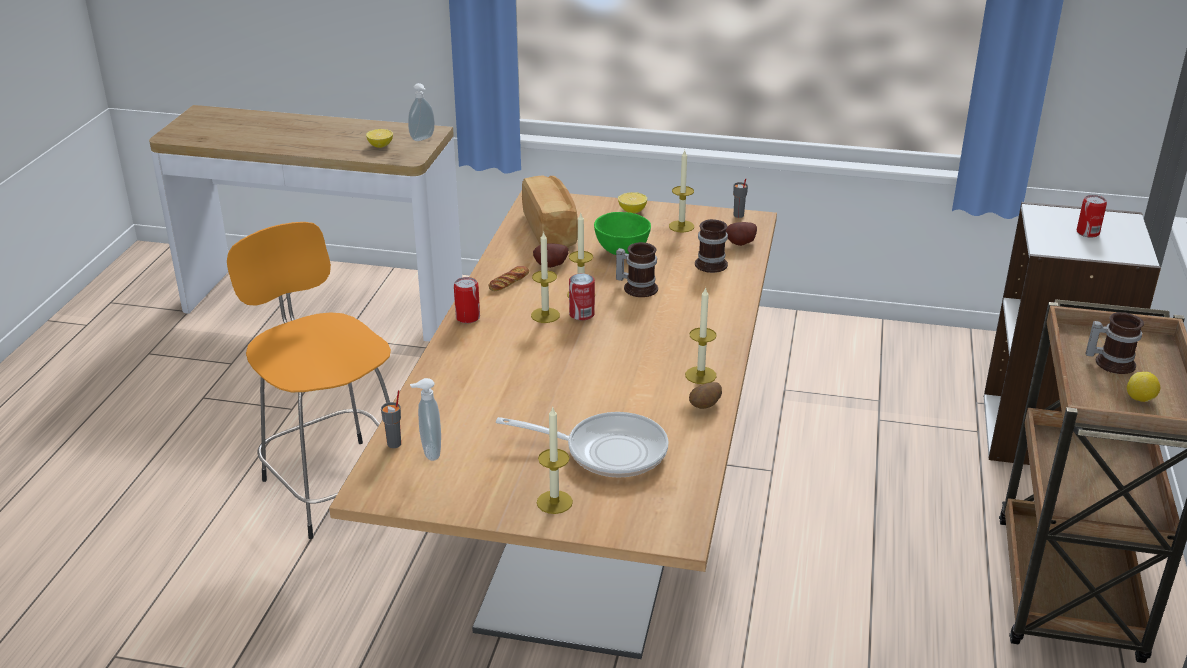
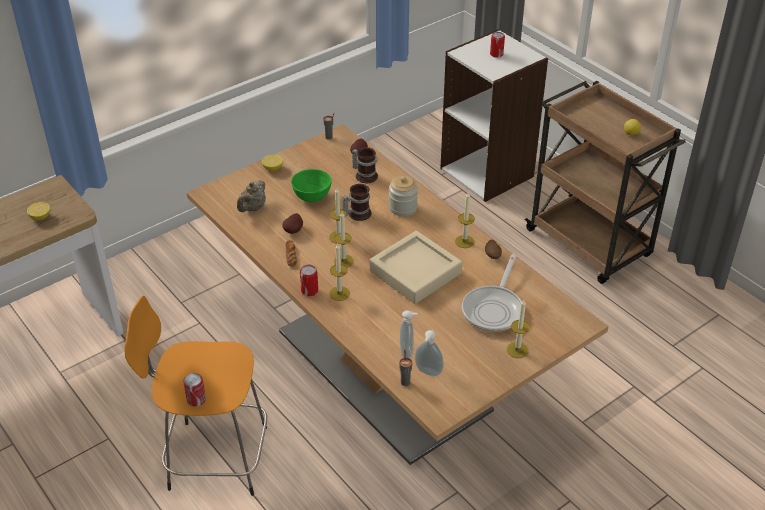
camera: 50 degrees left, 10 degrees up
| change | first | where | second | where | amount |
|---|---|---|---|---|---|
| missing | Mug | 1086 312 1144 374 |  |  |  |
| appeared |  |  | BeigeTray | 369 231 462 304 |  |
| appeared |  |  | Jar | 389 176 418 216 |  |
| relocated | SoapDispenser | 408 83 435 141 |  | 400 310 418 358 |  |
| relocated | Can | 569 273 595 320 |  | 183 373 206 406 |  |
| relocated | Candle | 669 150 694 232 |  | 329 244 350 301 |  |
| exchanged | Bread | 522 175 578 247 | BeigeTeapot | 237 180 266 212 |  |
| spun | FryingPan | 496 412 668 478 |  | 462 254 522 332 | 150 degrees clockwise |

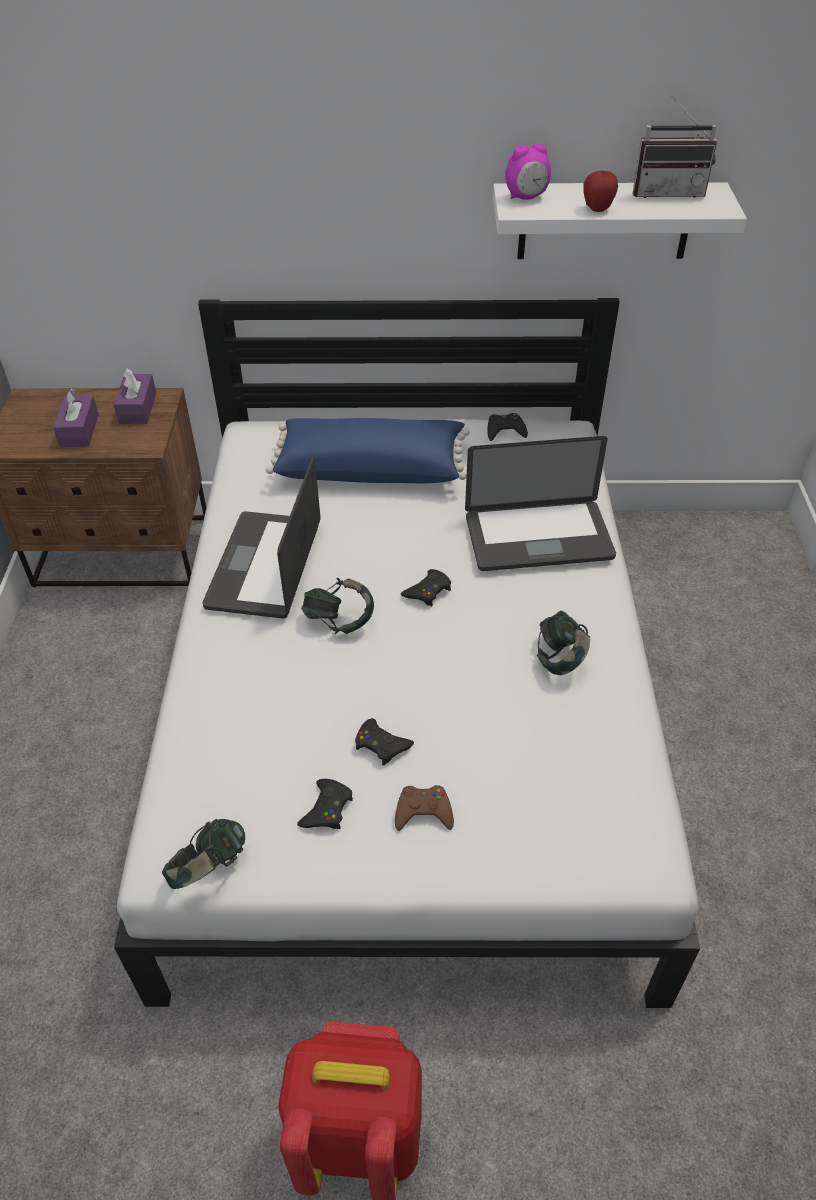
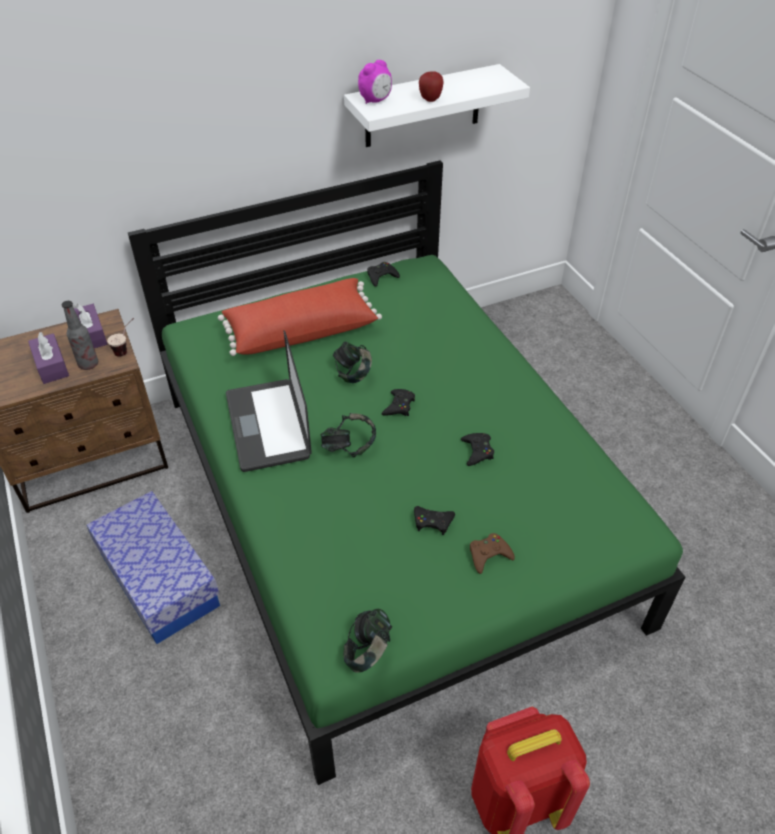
camera: 25 degrees left, 0 degrees up
| change | first | where | second | where | amount |
|---|---|---|---|---|---|
| missing | Laptop | 465 436 616 571 |  |  |  |
| missing | Radio | 632 96 717 198 |  |  |  |
| appeared |  |  | Bottle | 62 301 98 370 |  |
| appeared |  |  | StorageBox | 86 491 220 644 |  |
| appeared |  |  | Cup | 107 318 134 357 |  |
| relocated | BlackGameController | 297 779 353 829 |  | 461 433 494 466 |  |
| relocated | Headphones | 537 610 590 675 |  | 333 342 372 383 |  |
| colour | WhiteBed | 114 298 700 1008 | GreenBed | 128 160 685 785 |  |
| colour | BluePillow | 266 418 470 483 | RedPillow | 218 278 382 356 |  |

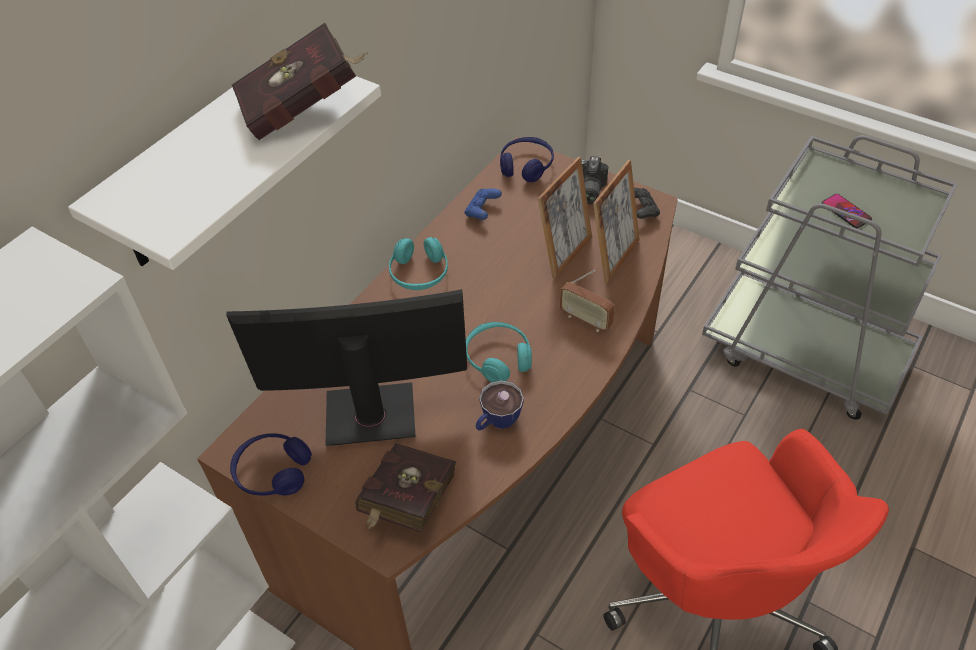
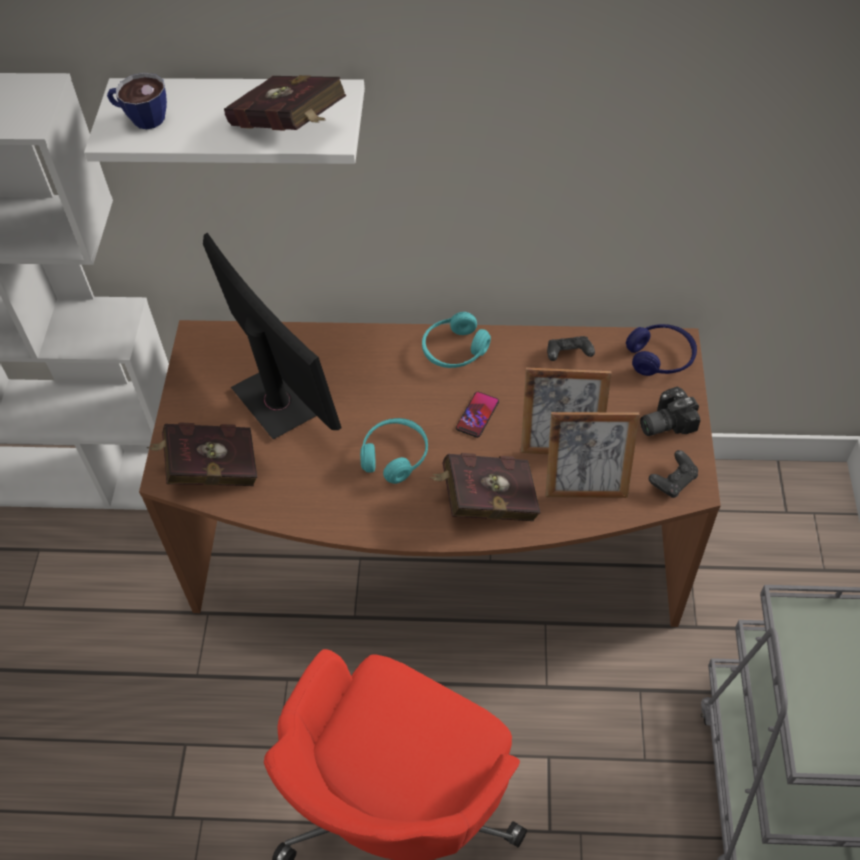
camera: 60 degrees right, 5 degrees up
| change | first | where | second | where | amount |
|---|---|---|---|---|---|
| missing | BlueHeadphones | 230 433 312 496 |  |  |  |
| relocated | Cup | 475 380 524 431 |  | 107 73 167 129 |  |
| relocated | Phone | 822 194 872 228 |  | 456 392 499 438 |  |
| exchanged | Radio | 560 270 615 332 | RedBook | 430 453 541 521 |  |
| colour | BlueGameController | 464 188 502 220 | BlackGameController | 547 336 595 361 |  |

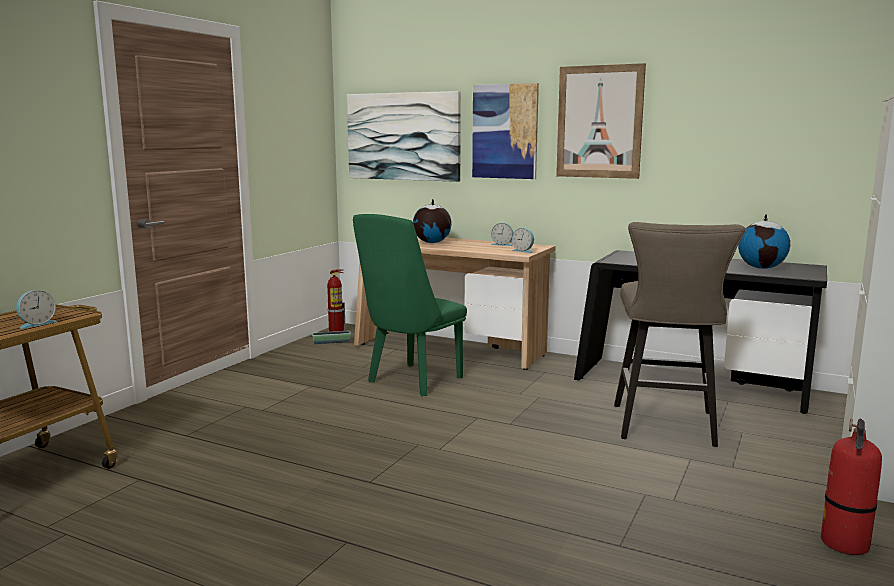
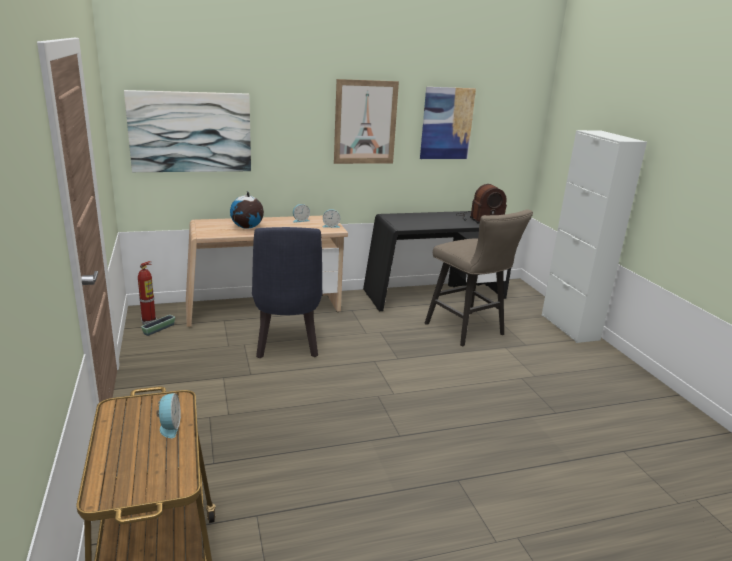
camera: 45 degrees left, 10 degrees up
| change | first | where | second | where | amount |
|---|---|---|---|---|---|
| missing | FireExtinguisher | 821 419 882 555 |  |  |  |
| relocated | Picture | 472 83 539 179 |  | 420 87 476 159 |  |
| exchanged | Globe | 738 214 790 269 | Radio | 456 184 507 223 |  |
| colour | GreenChair | 353 214 467 396 | BlueChair | 252 227 323 358 |  |

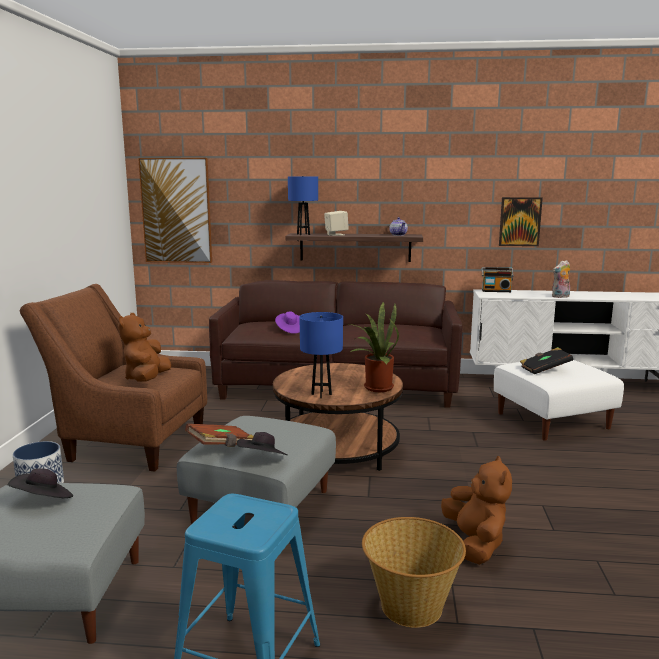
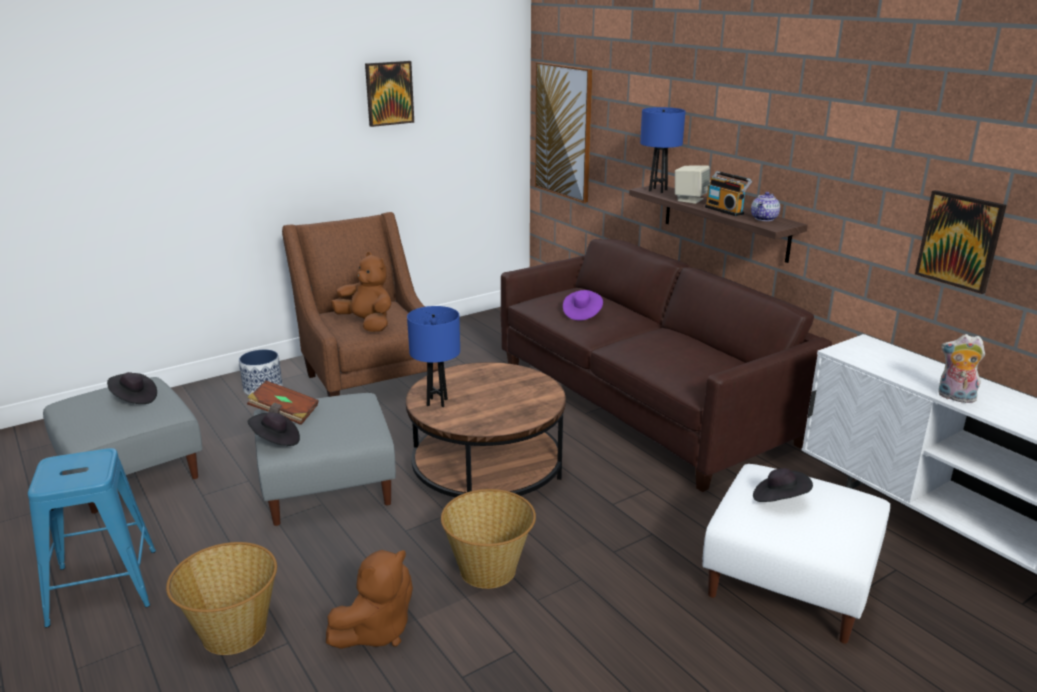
camera: 50 degrees right, 10 degrees up
| change | first | where | second | where | amount |
|---|---|---|---|---|---|
| missing | PottedPlant | 349 302 399 392 |  |  |  |
| appeared |  |  | Picture | 365 61 414 127 |  |
| appeared |  |  | Basket | 441 489 536 589 |  |
| relocated | Radio | 482 267 514 292 |  | 705 171 752 216 |  |
| exchanged | BlackBook | 520 347 573 374 | BlackHat | 753 468 813 502 |  |
| spun | BrownPlushToy | 118 313 171 382 |  | 331 252 391 332 | 75 degrees clockwise |

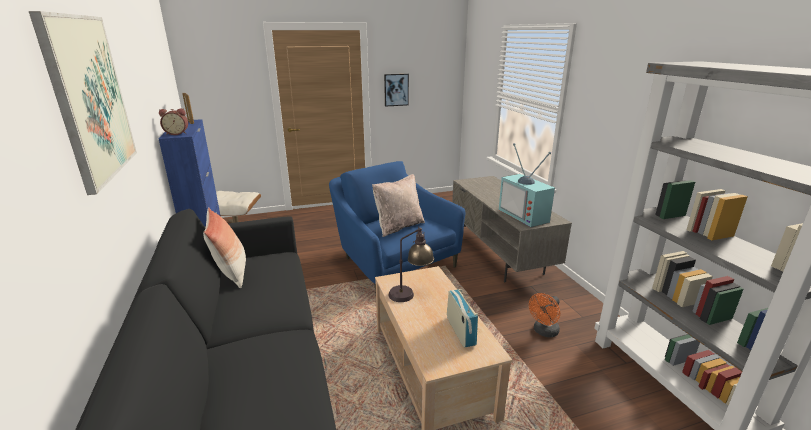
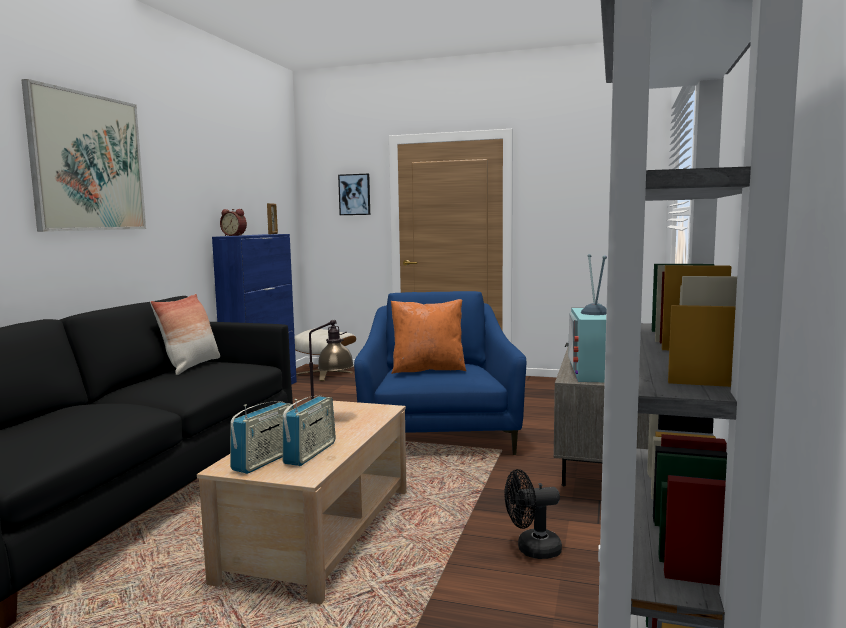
camera: 35 degrees right, 15 degrees down
| change | first | where | second | where | amount |
|---|---|---|---|---|---|
| appeared |  |  | Radio | 230 401 293 474 |  |
| relocated | Picture | 384 74 409 107 |  | 338 174 370 215 |  |
| colour | BeigePillow | 372 174 425 237 | OrangePillow | 391 299 466 374 |  |
| colour | OrangeFan | 529 293 560 337 | BlackFan | 504 469 562 559 |  |

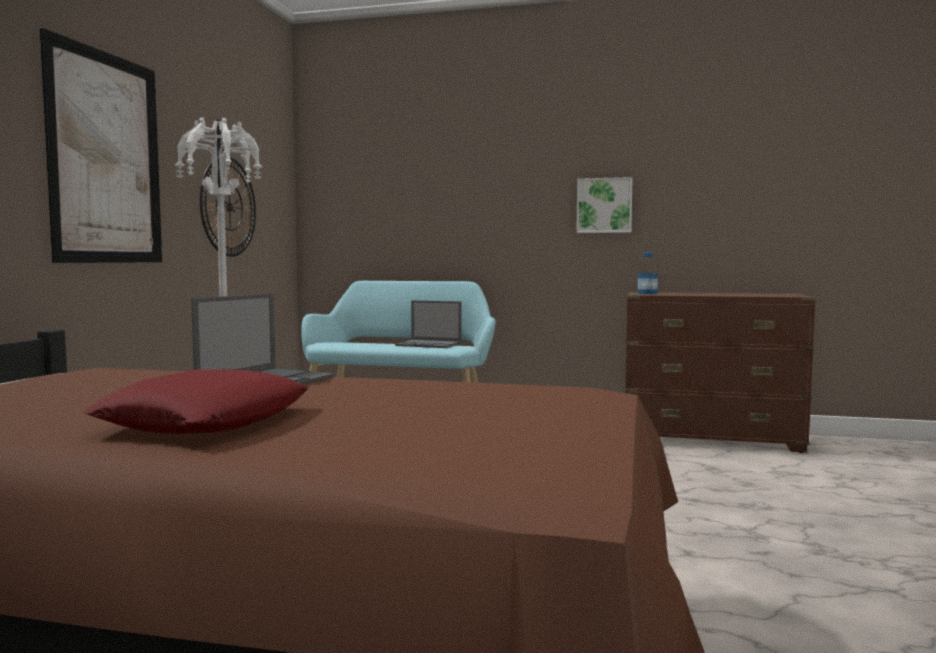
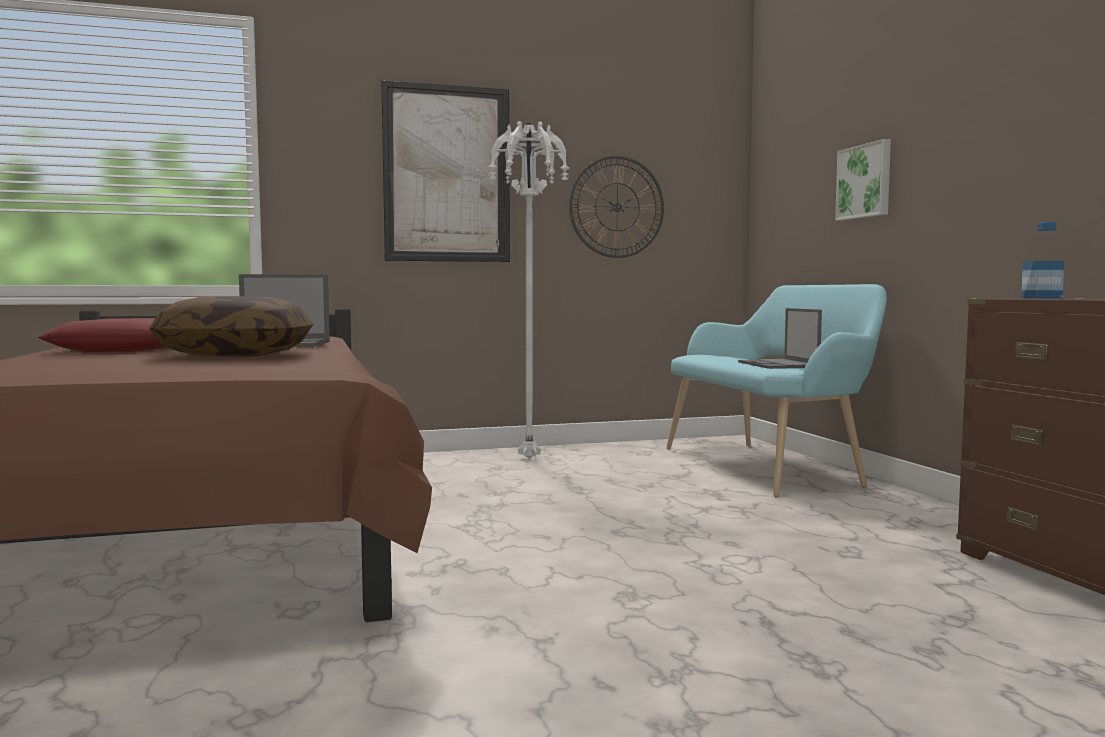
camera: 60 degrees right, 0 degrees up
| change | first | where | second | where | amount |
|---|---|---|---|---|---|
| appeared |  |  | Pillow | 149 296 314 357 |  |
| relocated | Picture | 576 177 632 233 |  | 835 139 891 221 |  |

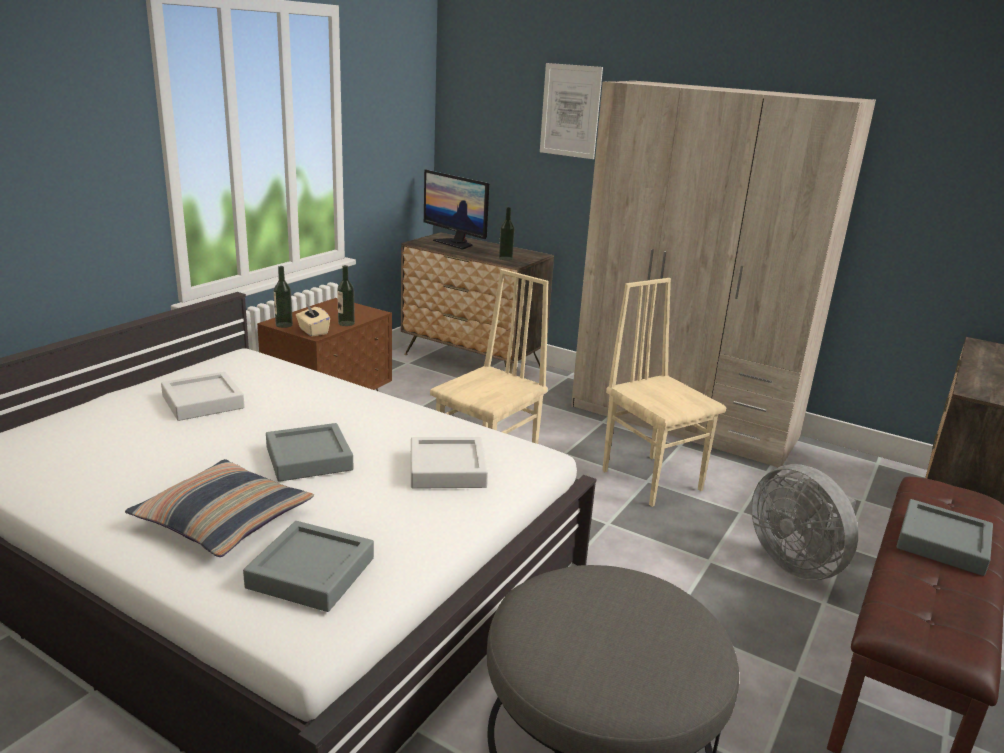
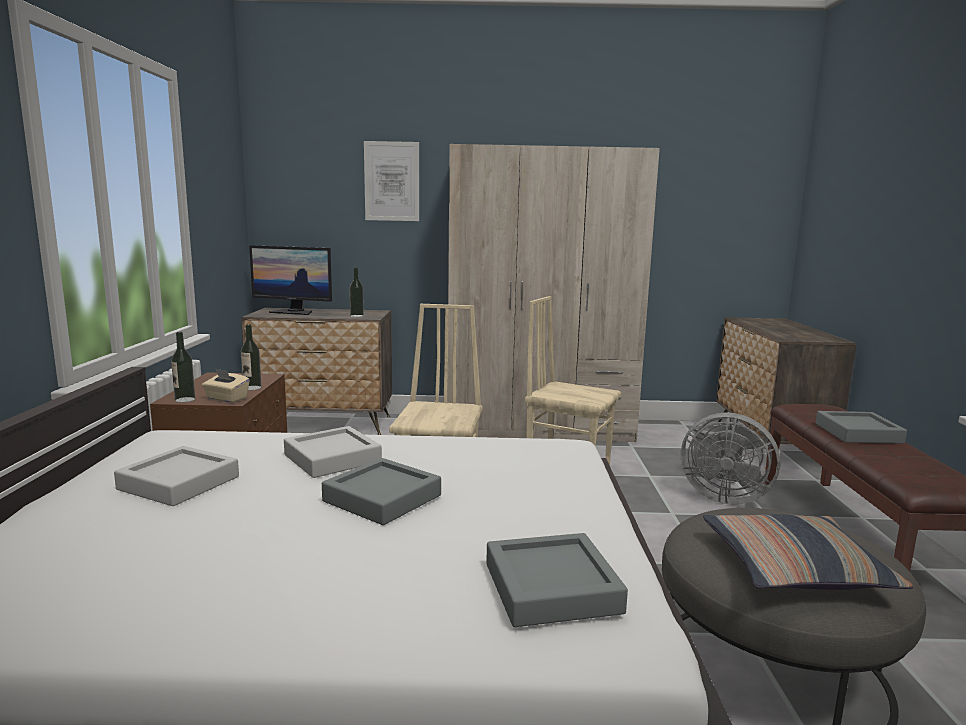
camera: 30 degrees left, 10 degrees down
| change | first | where | second | where | amount |
|---|---|---|---|---|---|
| relocated | Pillow | 125 459 314 557 |  | 703 514 913 590 |  |
| relocated | GreyTray | 411 437 488 489 |  | 284 426 382 478 |  |

